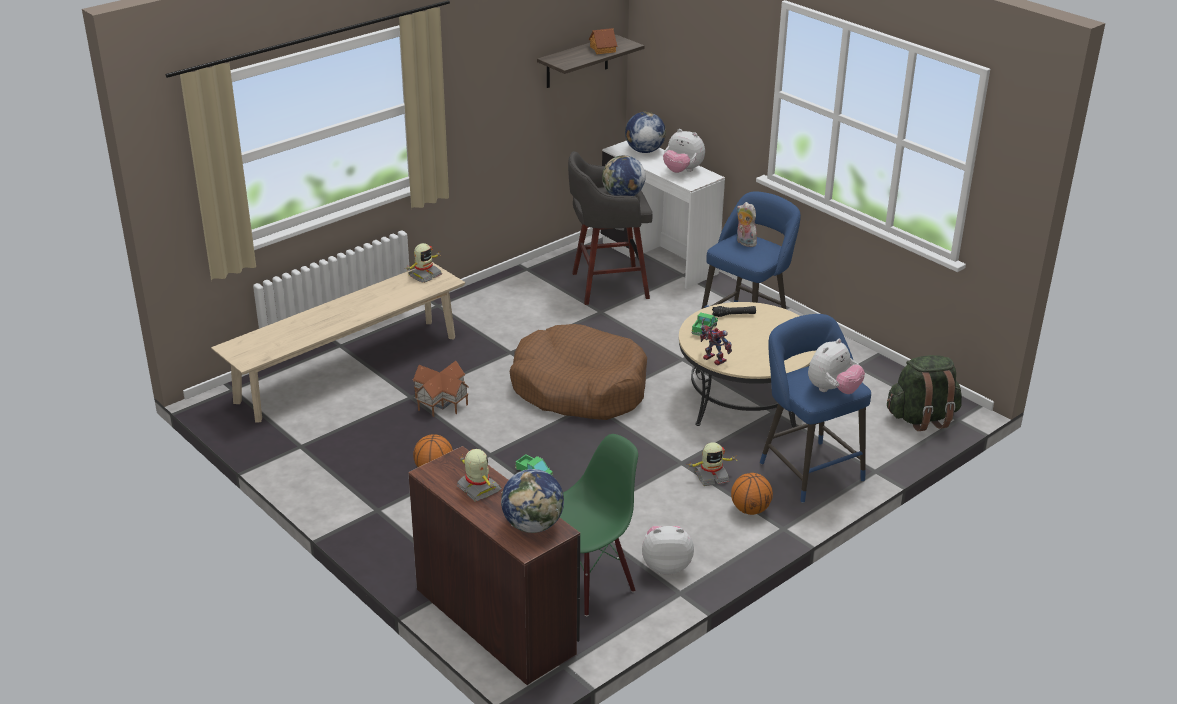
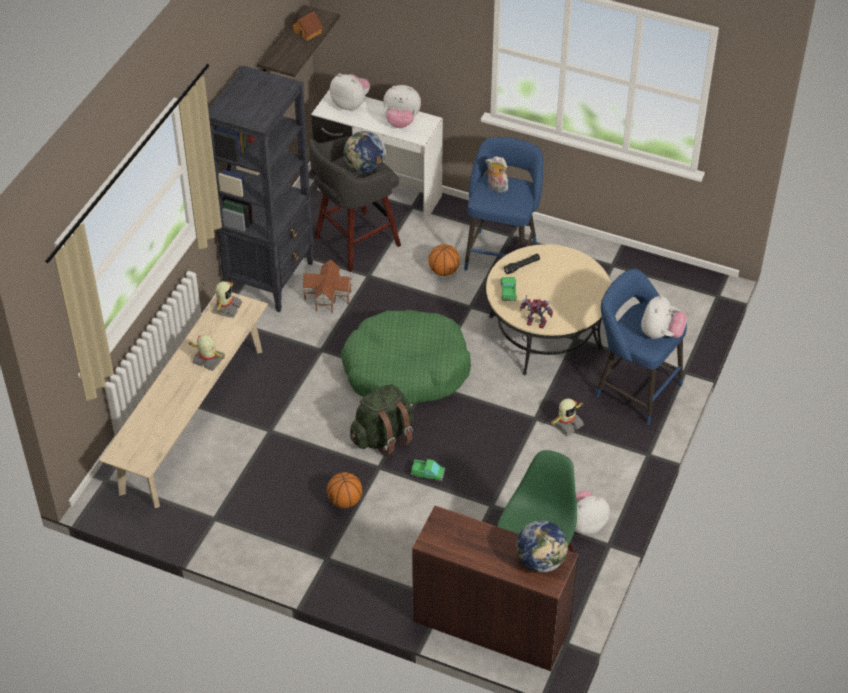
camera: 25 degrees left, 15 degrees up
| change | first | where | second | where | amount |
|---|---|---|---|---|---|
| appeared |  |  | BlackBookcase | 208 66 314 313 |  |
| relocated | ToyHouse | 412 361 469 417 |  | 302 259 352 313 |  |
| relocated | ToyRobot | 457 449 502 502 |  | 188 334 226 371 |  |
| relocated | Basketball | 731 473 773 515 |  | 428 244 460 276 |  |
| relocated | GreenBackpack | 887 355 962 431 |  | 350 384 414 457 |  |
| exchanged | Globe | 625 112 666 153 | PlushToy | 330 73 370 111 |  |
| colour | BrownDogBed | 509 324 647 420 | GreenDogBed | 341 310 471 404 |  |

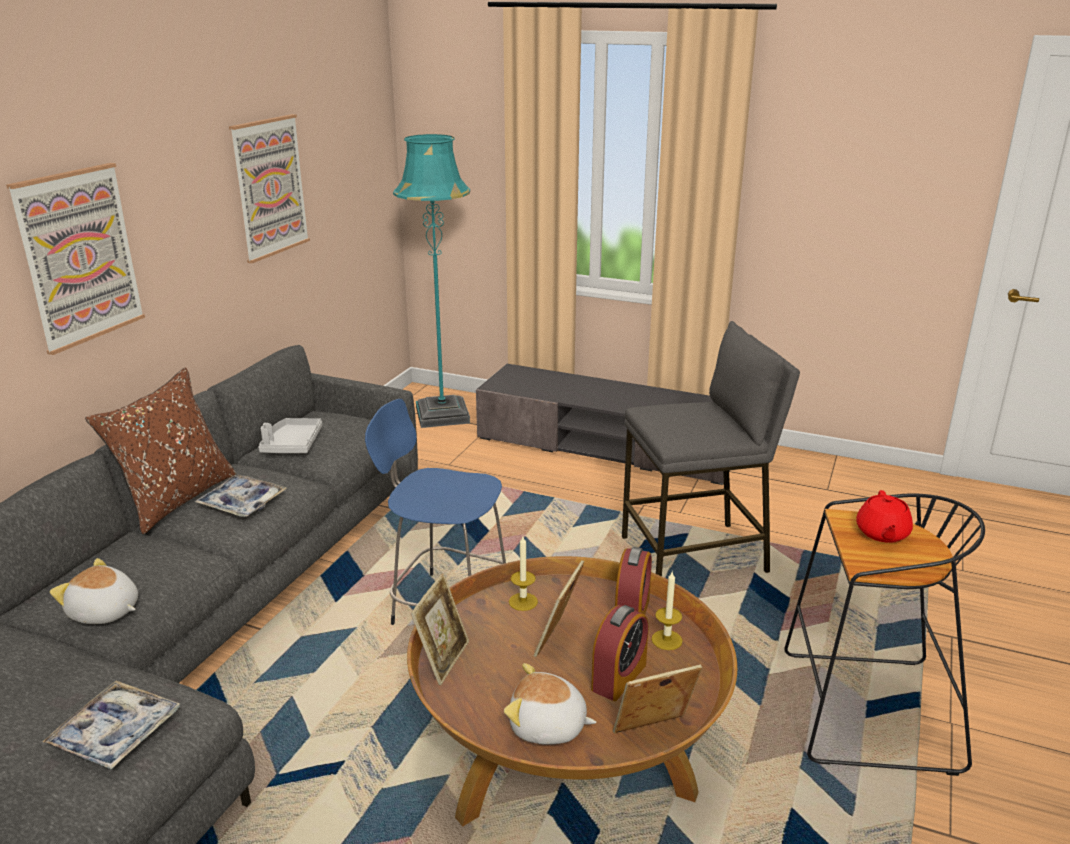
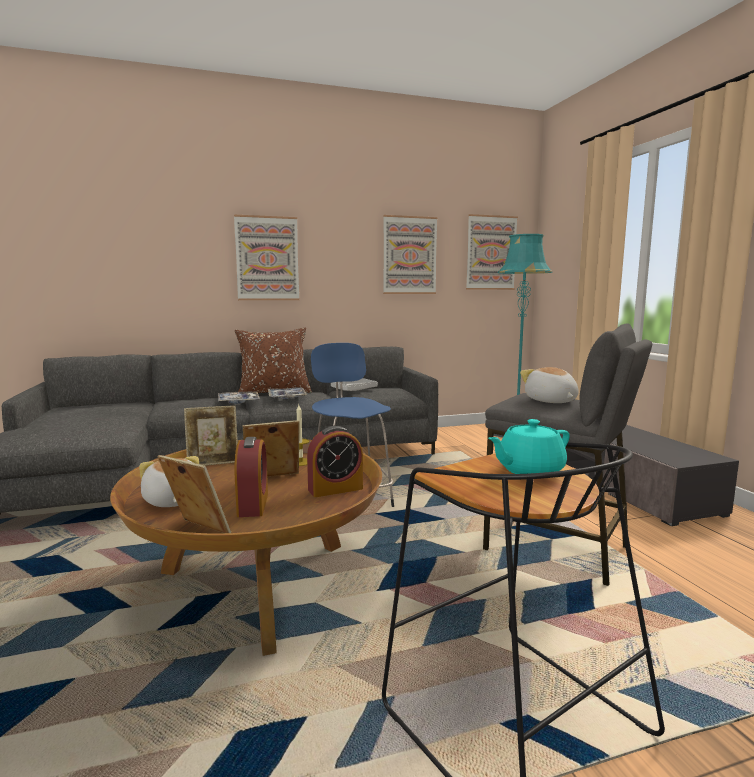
camera: 50 degrees right, 15 degrees down
| change | first | where | second | where | amount |
|---|---|---|---|---|---|
| missing | Candle | 651 572 683 650 |  |  |  |
| appeared |  |  | Picture | 466 214 518 290 |  |
| relocated | Tray | 43 681 180 770 |  | 218 392 260 404 |  |
| relocated | PlushToy | 50 558 138 624 |  | 520 367 579 403 |  |
| colour | RedTeapot | 856 490 913 543 | TurquoiseTeapot | 488 419 570 474 |  |
| spun | AlarmClock | 591 605 648 701 |  | 234 437 268 517 | 90 degrees counterclockwise |

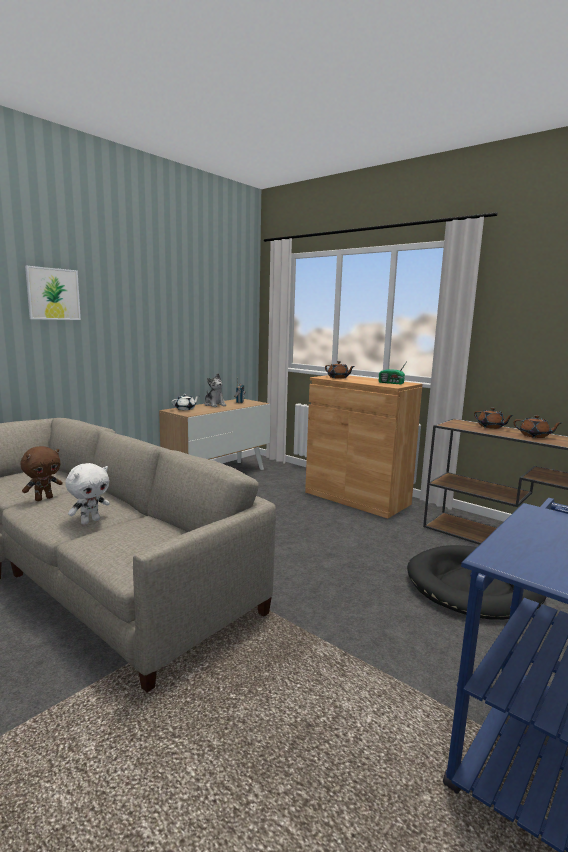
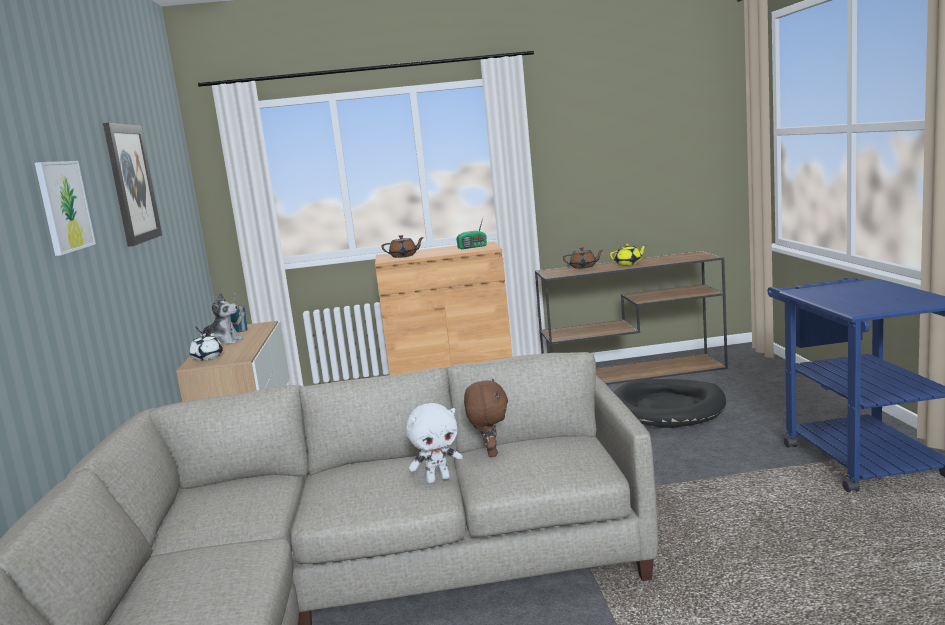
camera: 45 degrees left, 0 degrees up
| change | first | where | second | where | amount |
|---|---|---|---|---|---|
| appeared |  |  | Picture | 103 123 162 247 |  |
| relocated | BrownPlushToy | 21 446 63 501 |  | 464 379 508 457 |  |
| colour | BrownTeapot | 513 415 562 438 | YellowTeapot | 610 244 647 265 |  |
| spun | WhitePlushToy | 66 463 110 525 |  | 406 403 463 484 | 75 degrees clockwise |

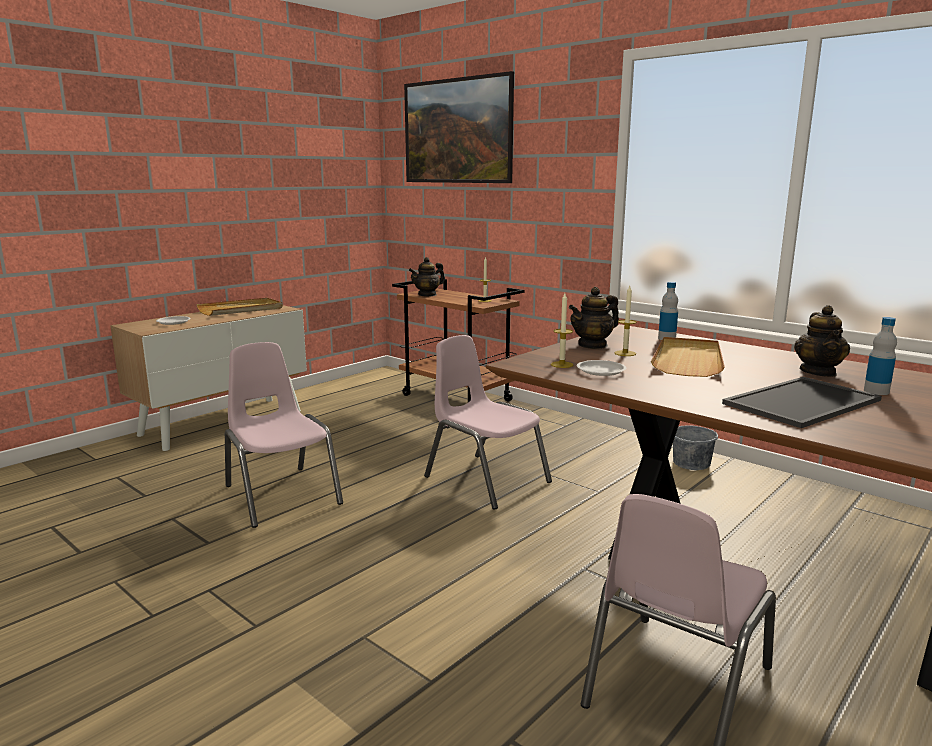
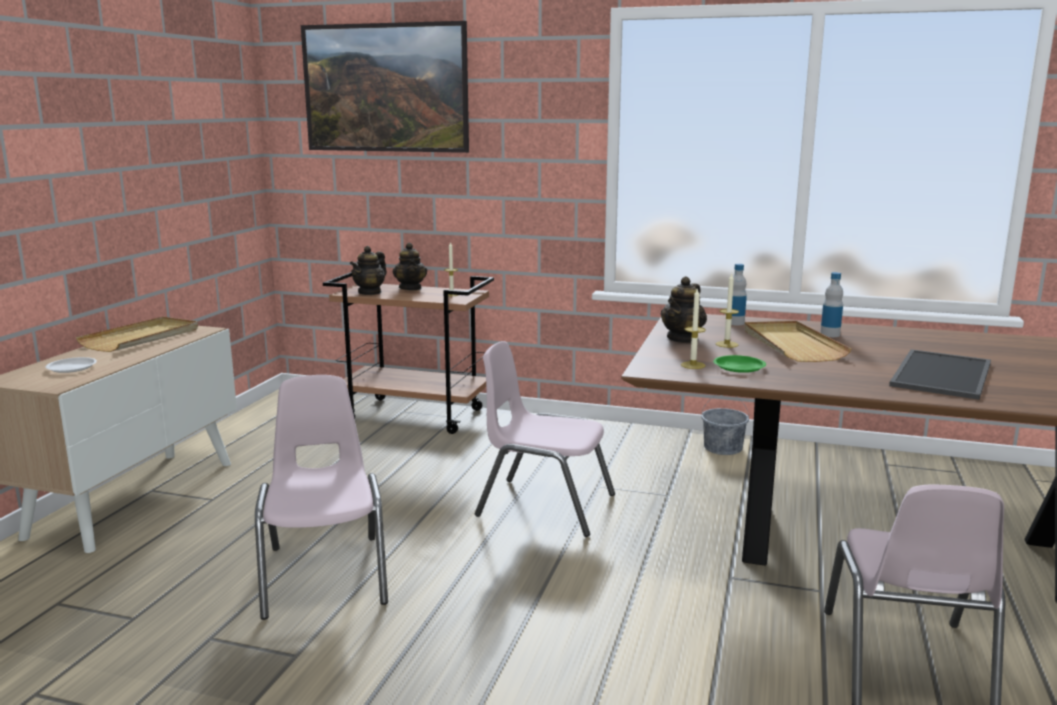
camera: 25 degrees left, 0 degrees up
| change | first | where | second | where | amount |
|---|---|---|---|---|---|
| relocated | Teapot | 794 305 850 377 |  | 393 243 427 290 |  |
| relocated | Bottle | 864 317 897 395 |  | 820 272 843 337 |  |
| colour | WhitePlate | 577 360 626 376 | GreenPlate | 713 355 766 373 |  |
| spun | PinkChair | 225 342 343 528 |  | 255 375 388 620 | 45 degrees clockwise |

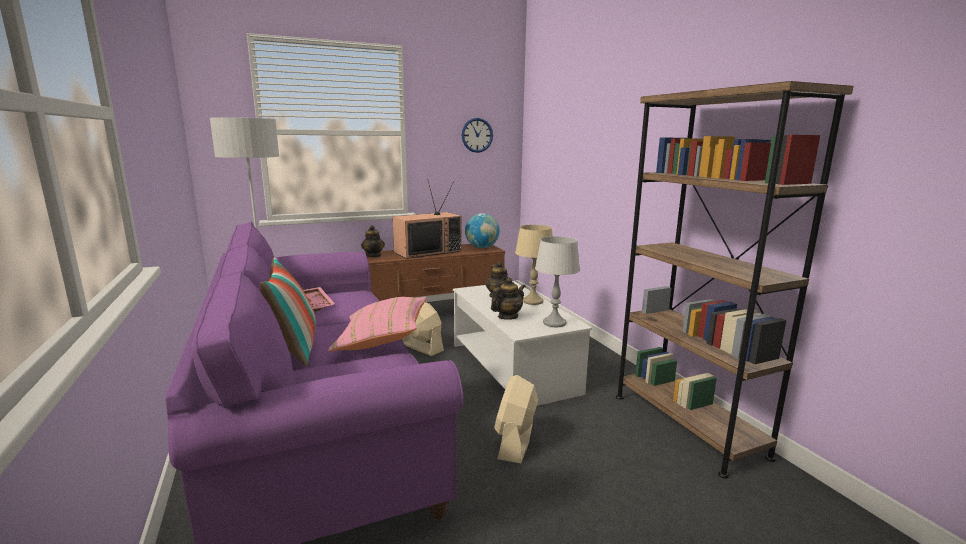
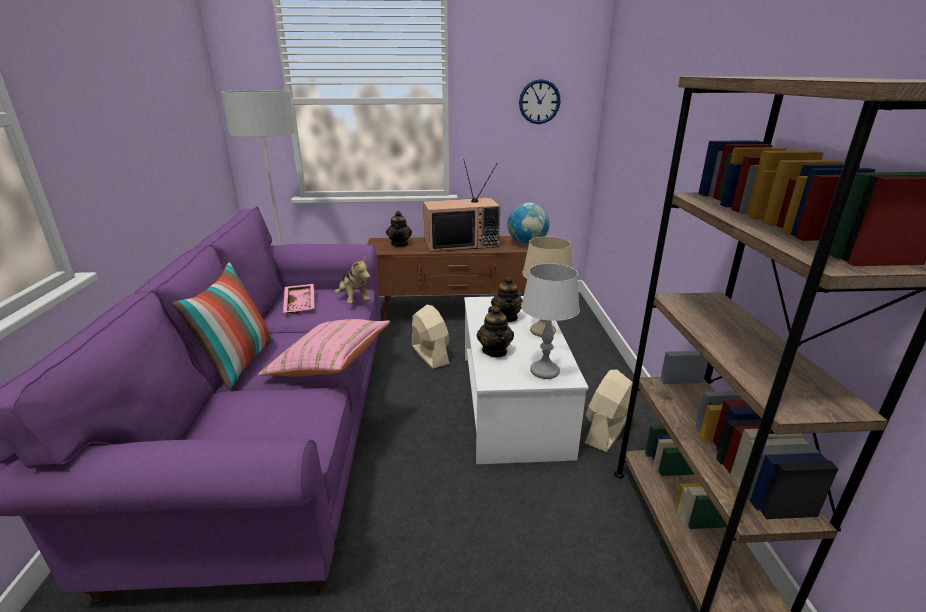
camera: 20 degrees right, 10 degrees up
| change | first | where | second | where | amount |
|---|---|---|---|---|---|
| appeared |  |  | PlushToy | 335 256 370 304 |  |
| relocated | BeigeFan | 494 375 538 463 |  | 585 369 633 452 |  |
| spun | Teapot | 491 278 525 320 |  | 477 306 514 357 | 105 degrees clockwise |

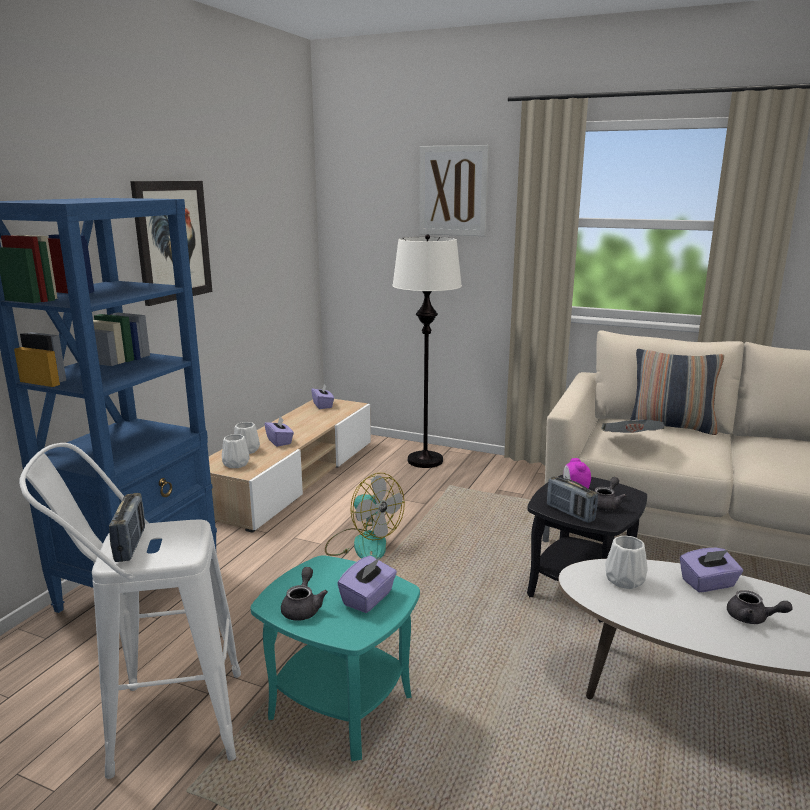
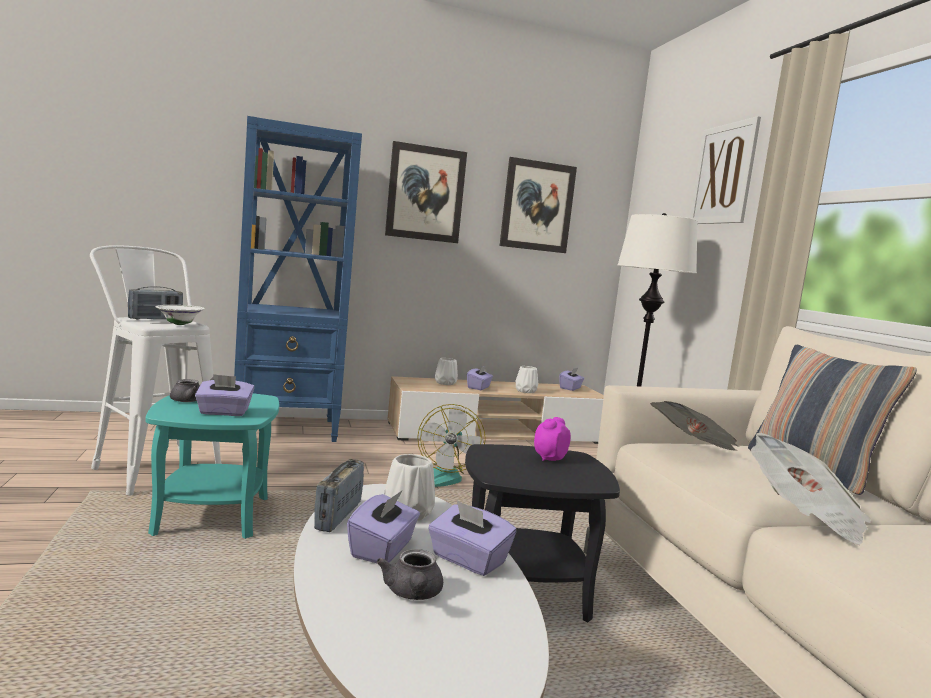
camera: 50 degrees right, 10 degrees down
| change | first | where | second | where | amount |
|---|---|---|---|---|---|
| missing | GreyTeapot | 594 477 627 511 |  |  |  |
| appeared |  |  | WhiteBowl | 155 305 205 325 |  |
| appeared |  |  | PurpleTissueBox | 347 490 420 563 |  |
| appeared |  |  | Picture | 500 157 577 253 |  |
| appeared |  |  | Newspaper | 751 433 871 545 |  |
| relocated | WhiteVase | 222 434 250 468 |  | 516 366 538 393 |  |
| relocated | Radio | 547 476 598 523 |  | 314 459 364 532 |  |

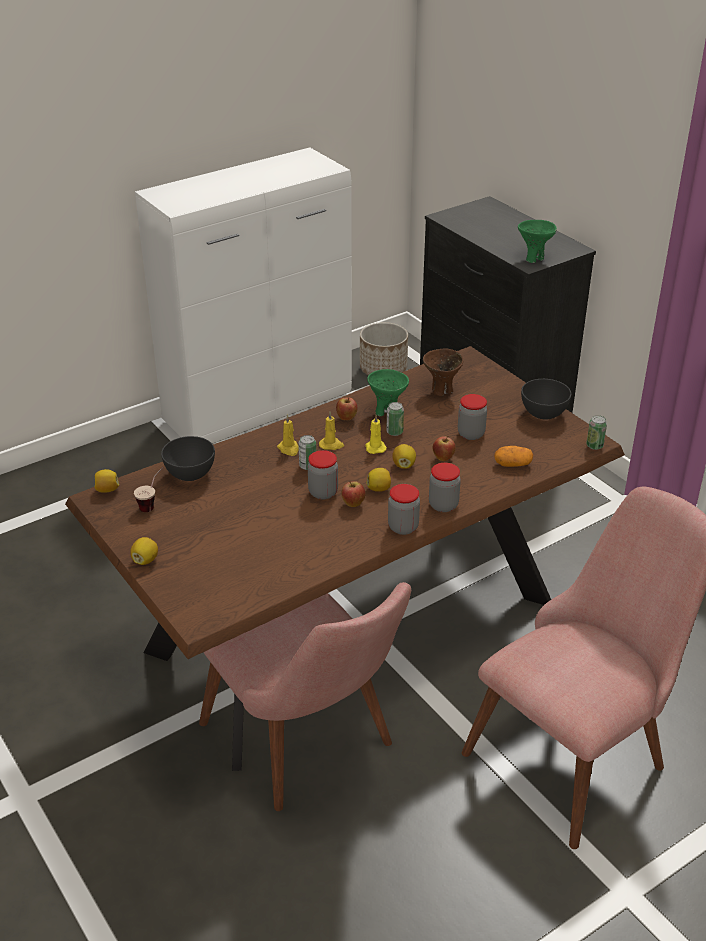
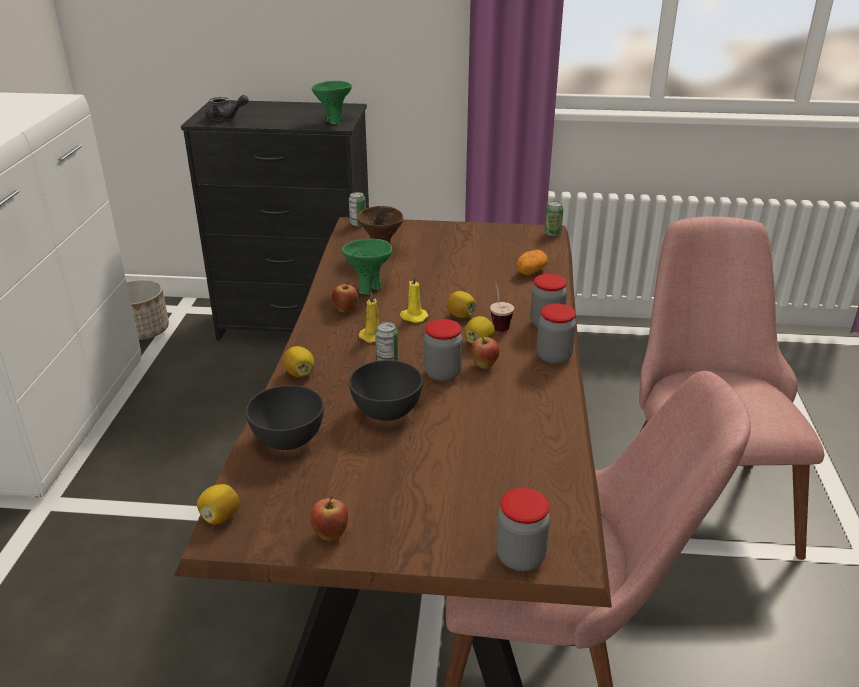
camera: 50 degrees left, 5 degrees down
| change | first | where | second | where | amount |
|---|---|---|---|---|---|
| missing | YellowCandle | 277 414 299 456 |  |  |  |
| appeared |  |  | GreyTeapot | 205 95 249 120 |  |
| relocated | Lemon | 130 537 158 565 |  | 282 346 314 377 |  |
| relocated | Cup | 134 467 164 512 |  | 490 279 514 332 |  |
| relocated | Can | 387 402 404 436 |  | 349 192 366 227 |  |
| relocated | Apple | 433 436 456 461 |  | 310 496 348 540 |  |
| relocated | Jar | 458 394 487 440 |  | 496 488 550 571 |  |
| relocated | GreyBowl | 521 379 571 420 |  | 349 360 423 421 |  |

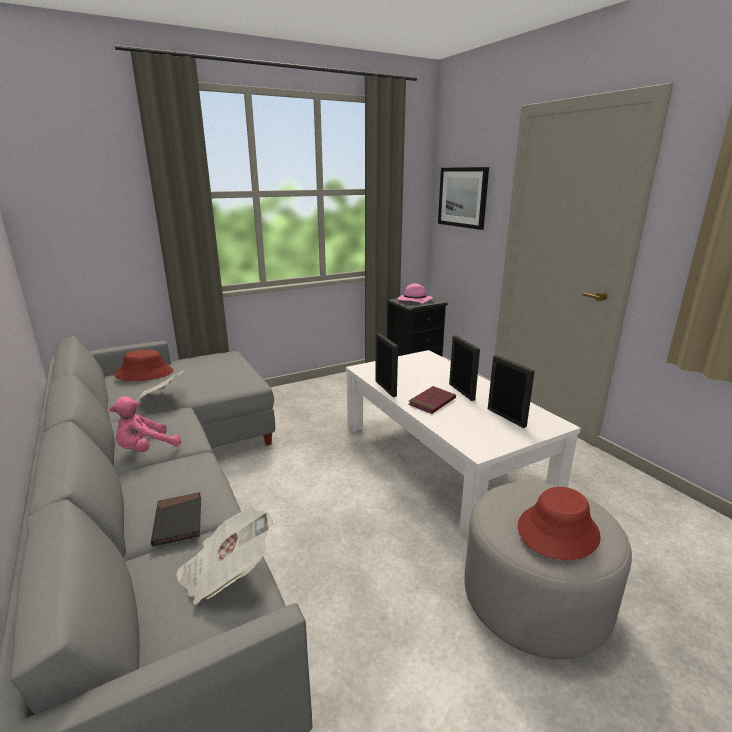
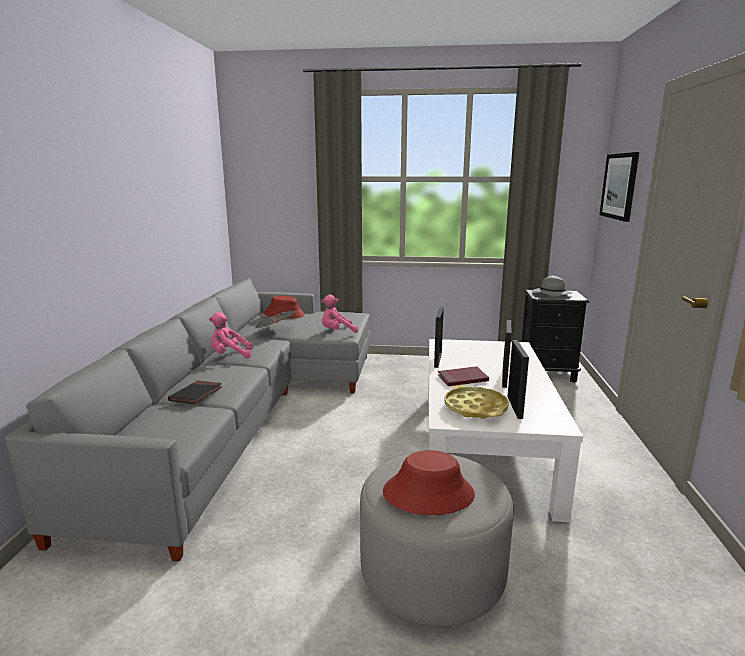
camera: 35 degrees right, 5 degrees down
| change | first | where | second | where | amount |
|---|---|---|---|---|---|
| missing | Newspaper | 176 507 273 605 |  |  |  |
| appeared |  |  | PinkPlushToy | 321 295 358 333 |  |
| appeared |  |  | YellowTray | 444 385 509 419 |  |
| colour | PinkHat | 397 283 433 303 | GreyHat | 532 276 573 297 |  |

